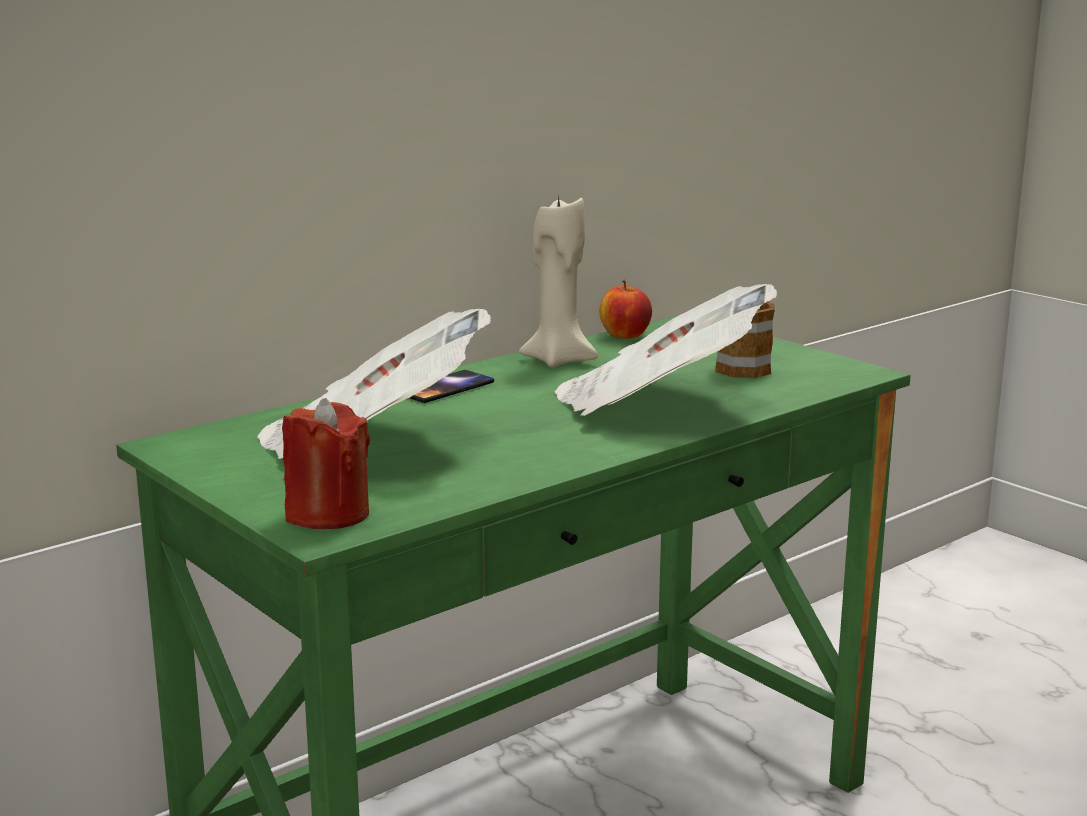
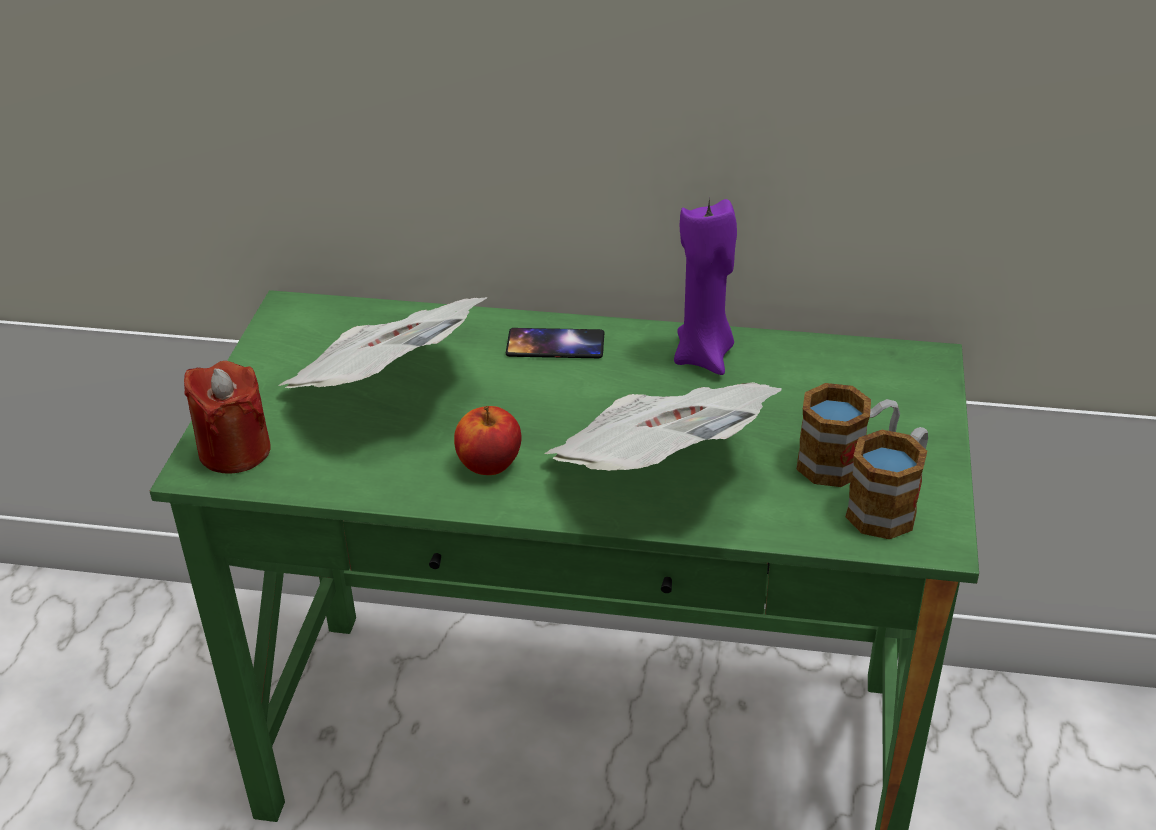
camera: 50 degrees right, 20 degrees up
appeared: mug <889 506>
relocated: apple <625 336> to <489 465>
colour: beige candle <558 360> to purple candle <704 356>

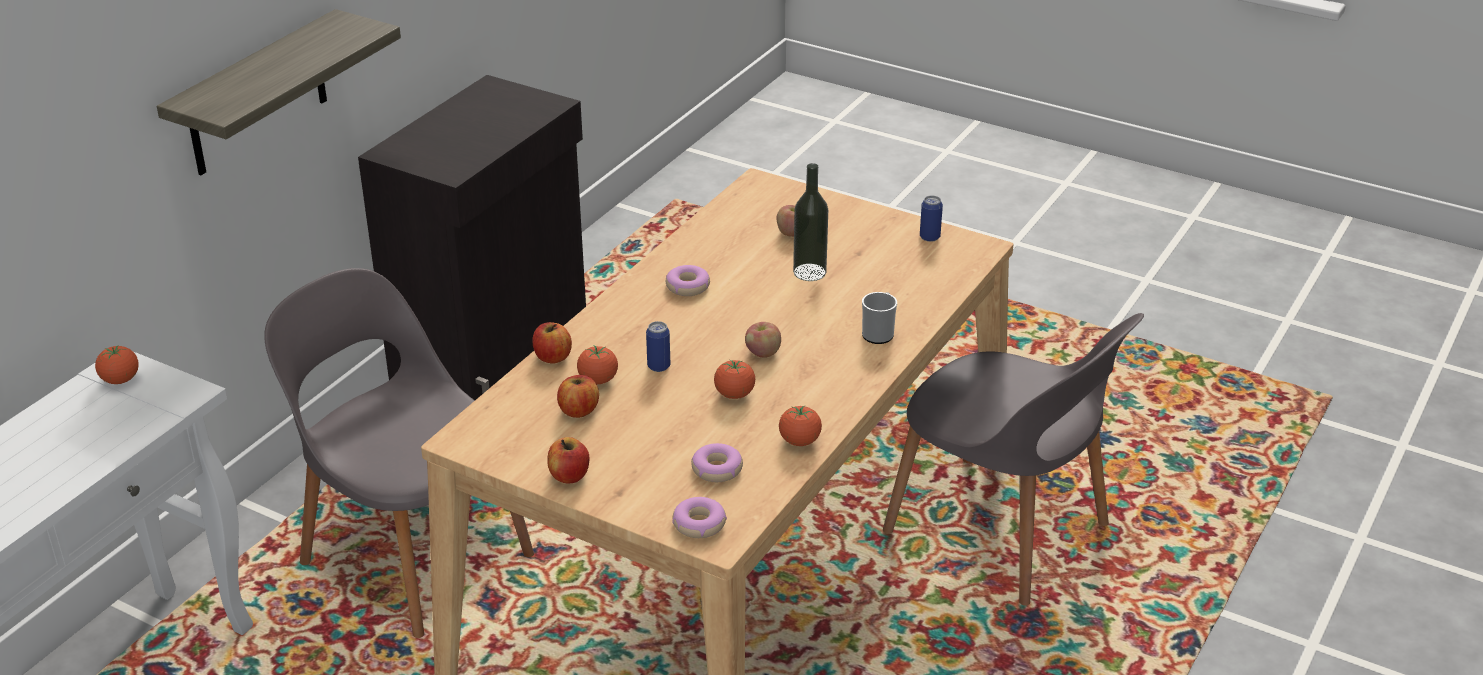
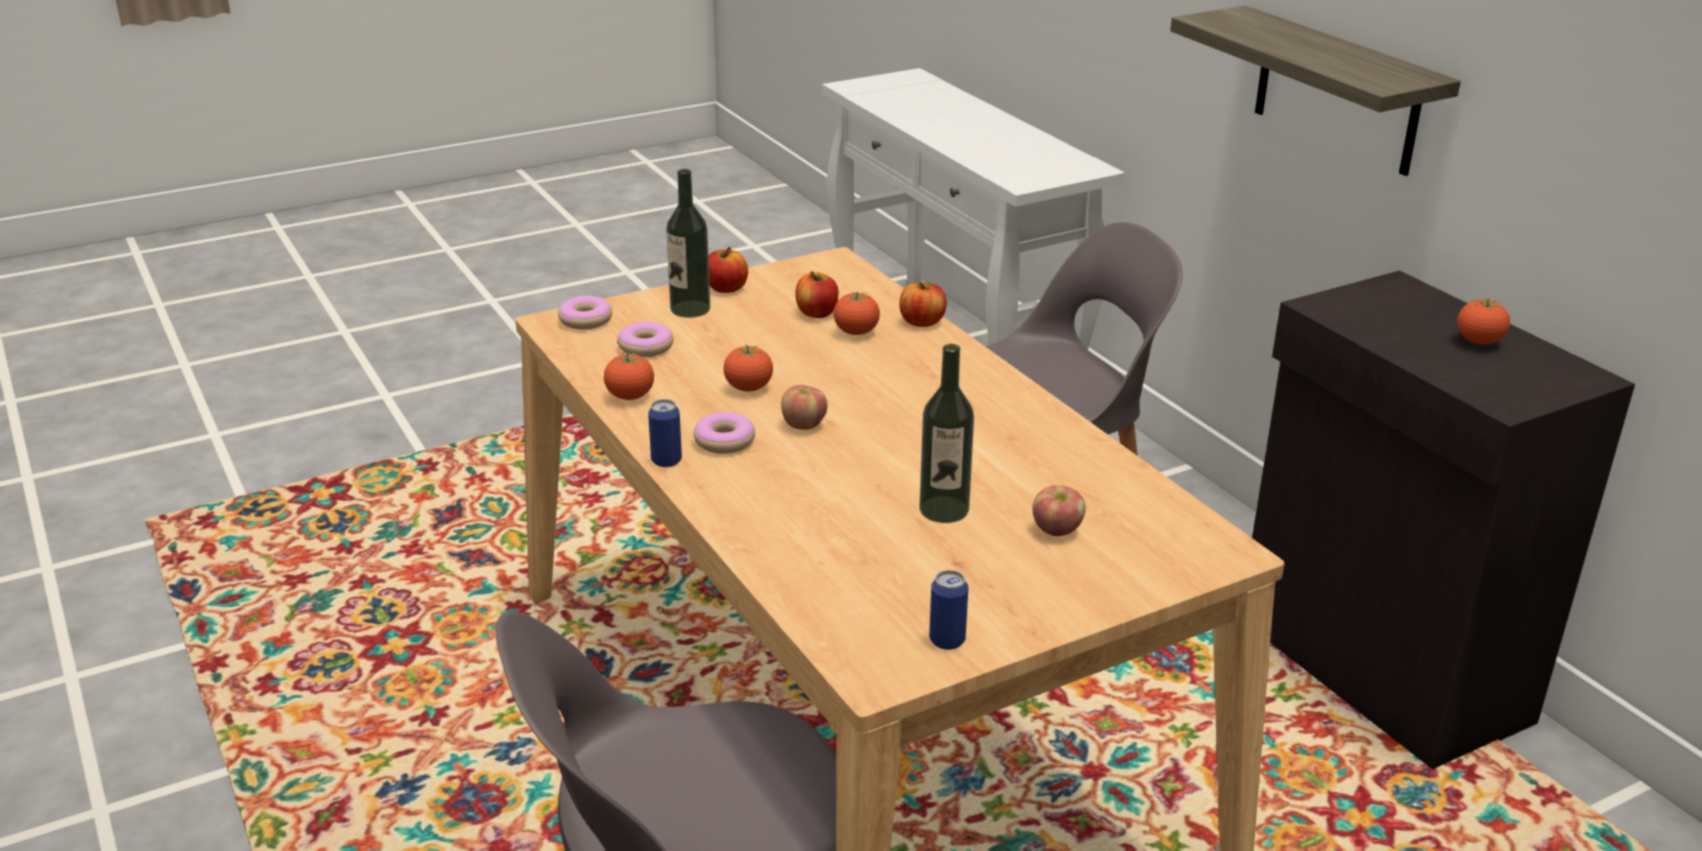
camera: 120 degrees right, 5 degrees down
missing: mug <879 333>
appeared: bottle <690 309>
relocated: donut <687 286> to <724 441>; can <658 366> to <666 461>; tomato <120 380> to <1478 342>

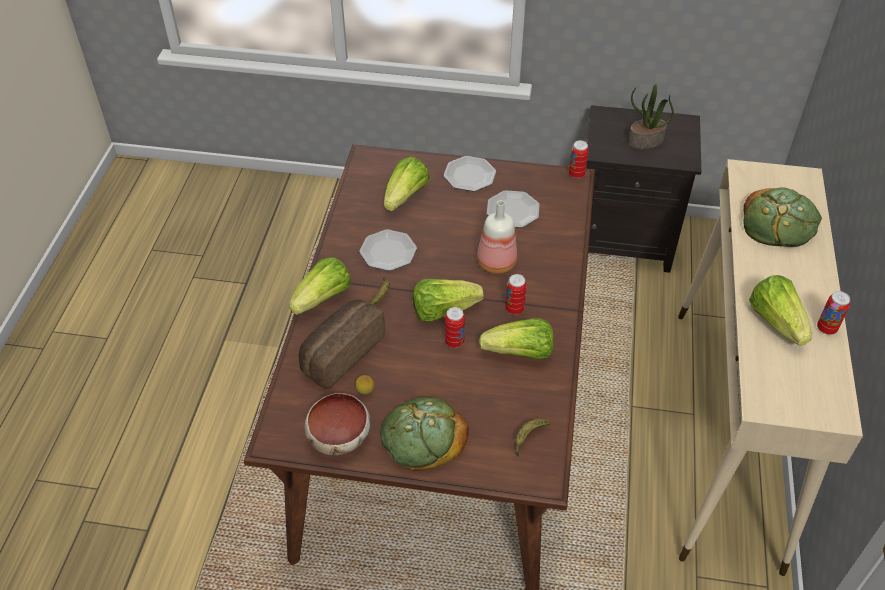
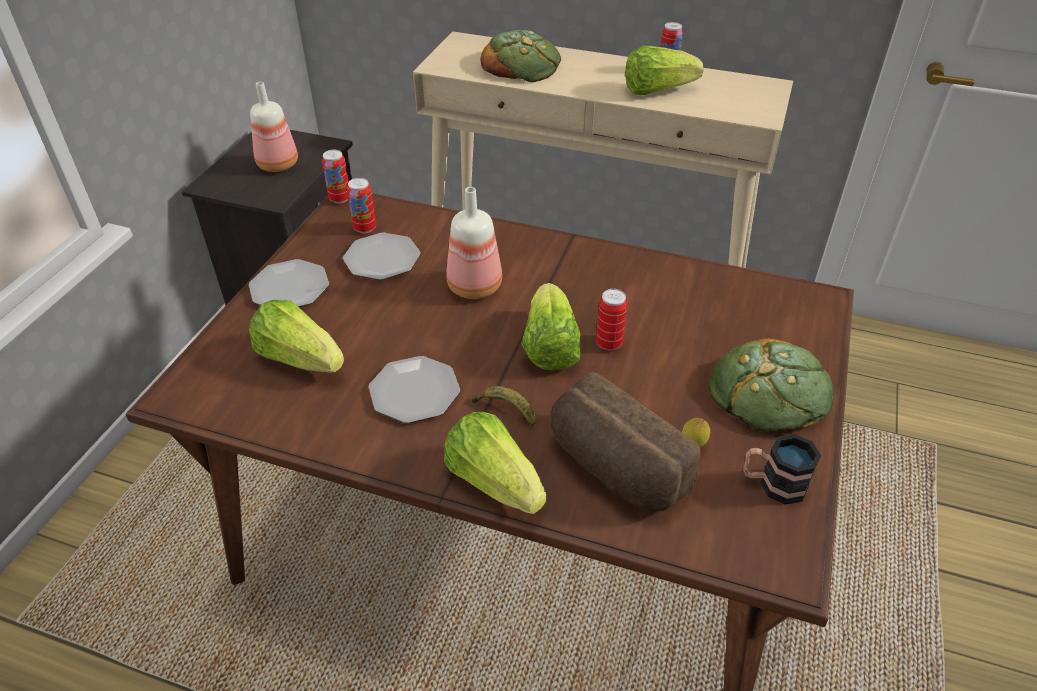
camera: 80 degrees left, 5 degrees down
missing: lettuce <520 353>; banana <529 437>
relocated: can <514 309> to <365 228>
exchanged: potted plant <645 141> to bottle <279 165>; bowl <338 435> to mug <773 484>

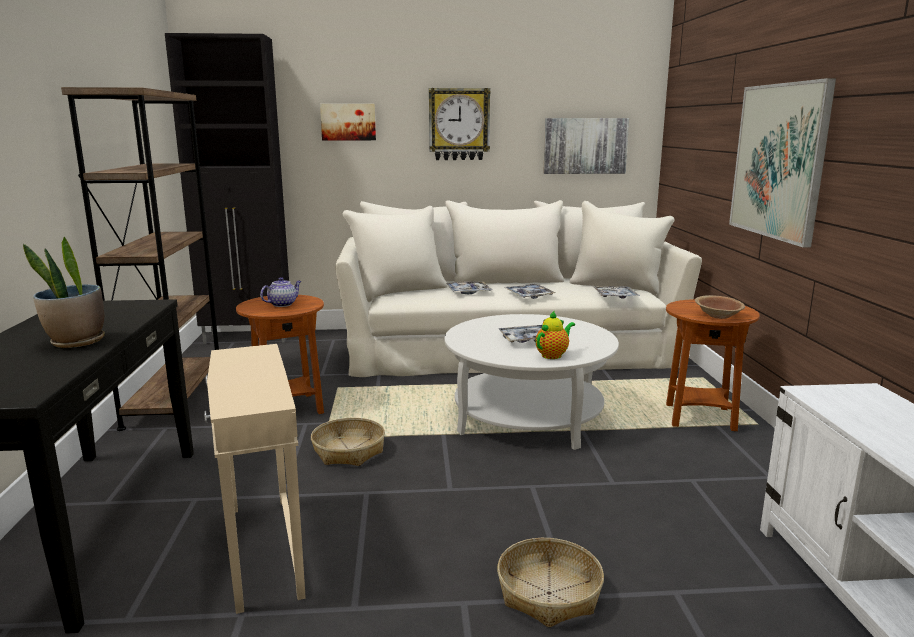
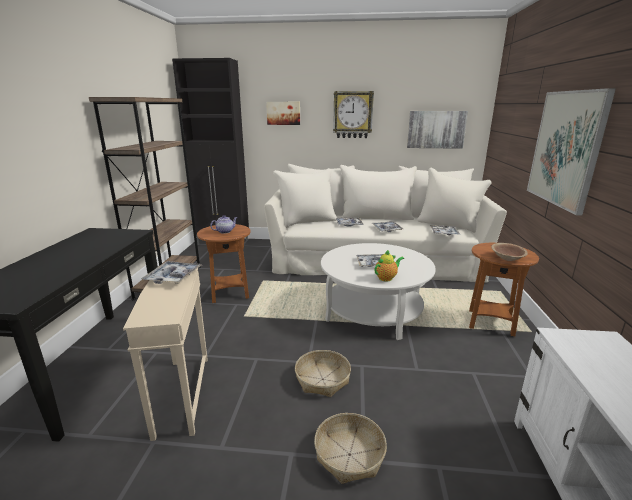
camera: 10 degrees right, 5 degrees up
missing: potted plant <76 342>
appeared: tray <173 277>
relocated: basket <348 451> to <322 379>

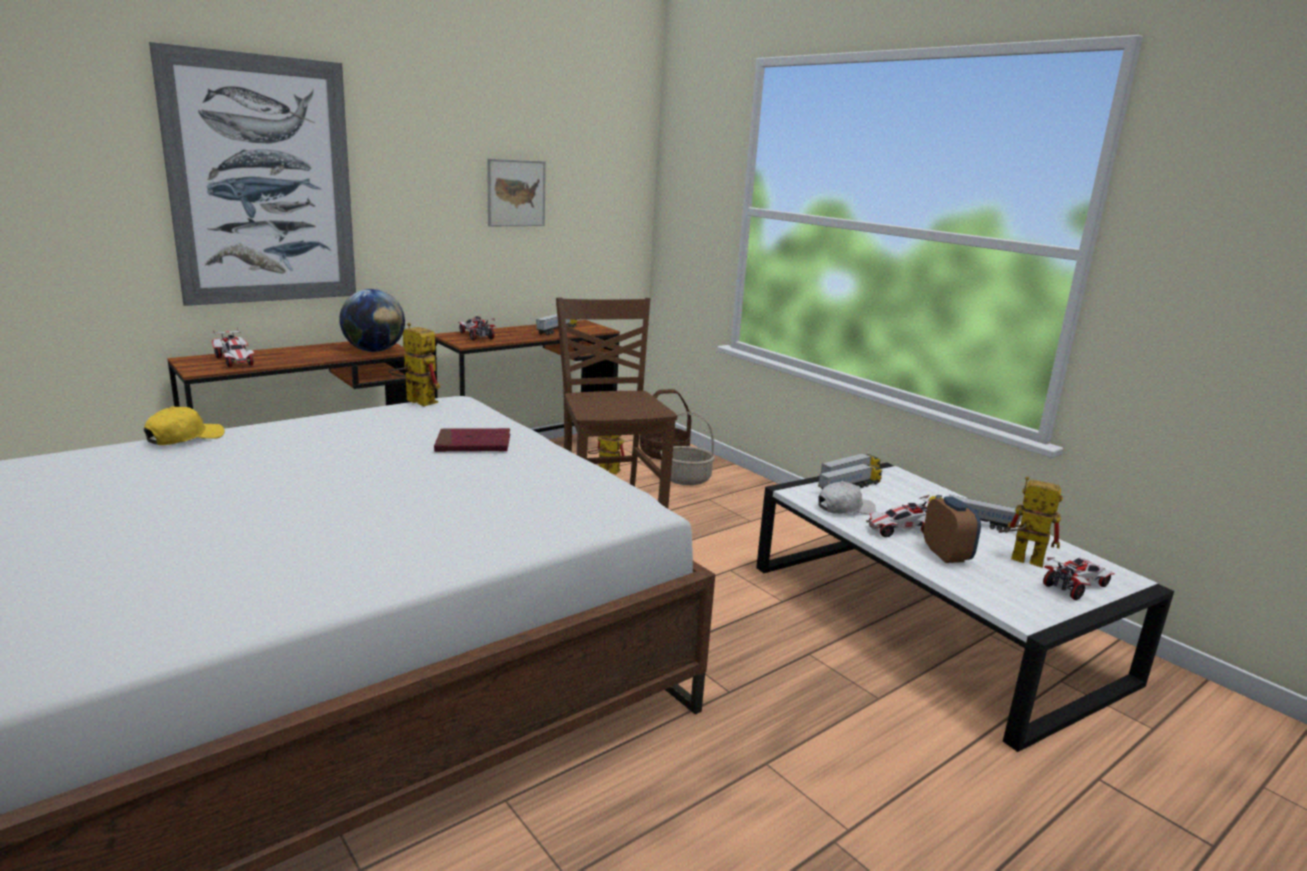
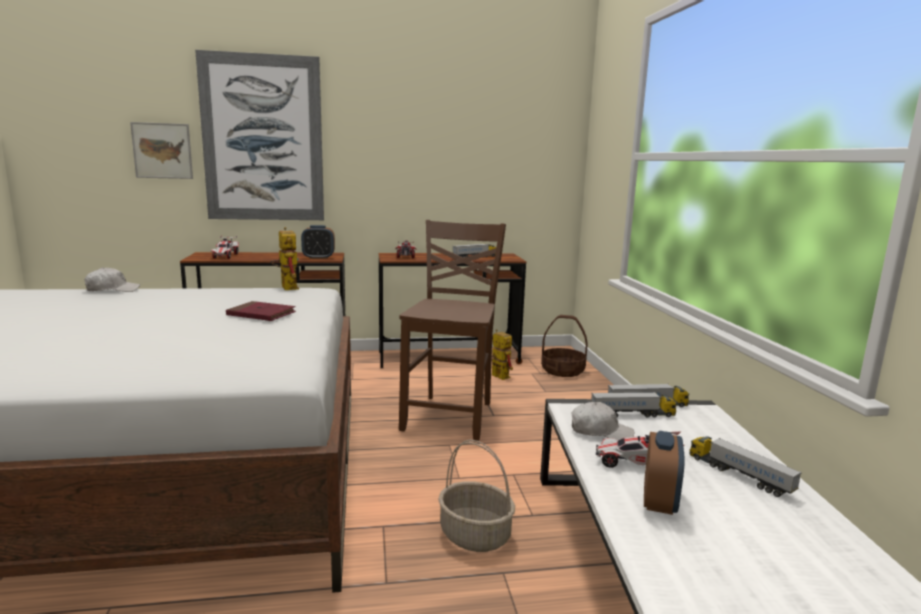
camera: 30 degrees right, 5 degrees down
missing: toy robot <1018 559>; toy car <1075 586>
relocated: picture <516 193> to <162 151>; basket <686 479> to <476 535>
exchanged: globe <374 351> to alarm clock <318 258>
colour: yellow cap <185 438> to white cap <112 290>

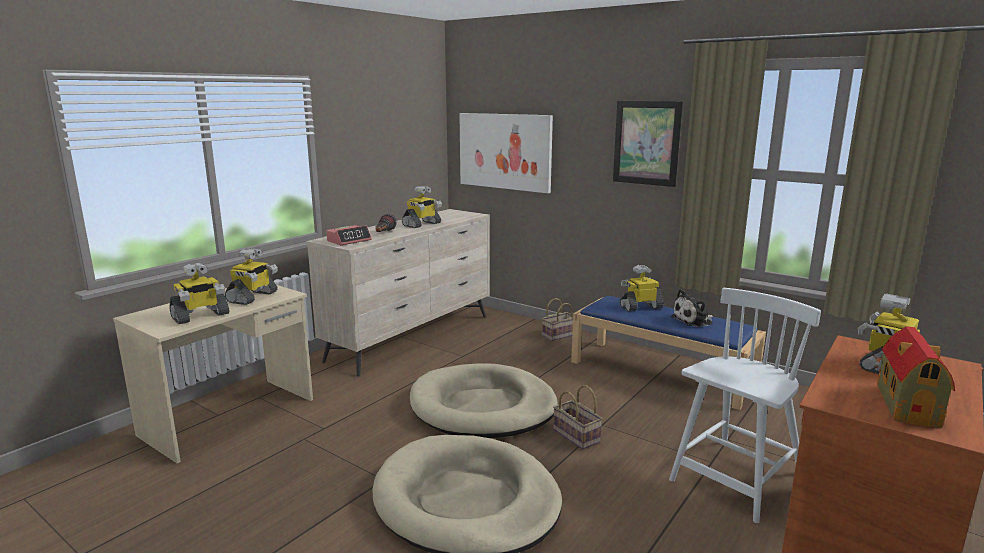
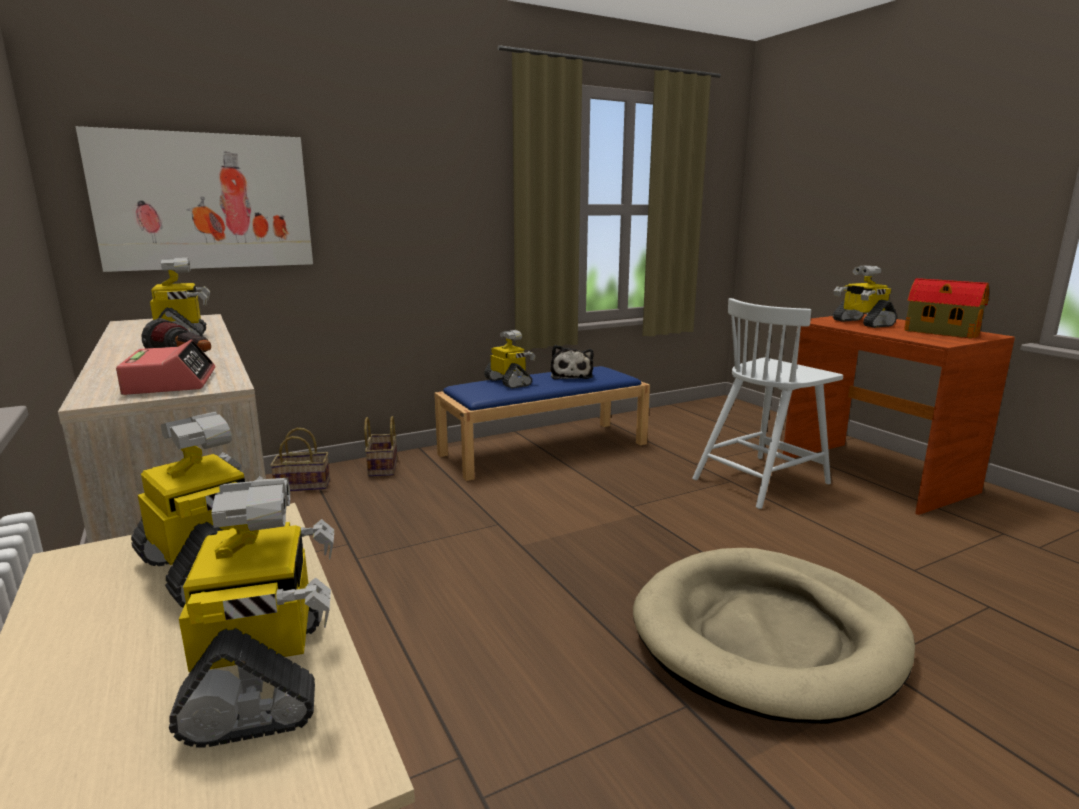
camera: 65 degrees left, 0 degrees up
missing: picture <646 143>; beige dog bed <483 407>
relocated: basket <577 436> to <304 485>
spun: toy robot <640 307> = <509 382> 135 degrees clockwise; white chair <736 478> = <762 480> 105 degrees counterclockwise

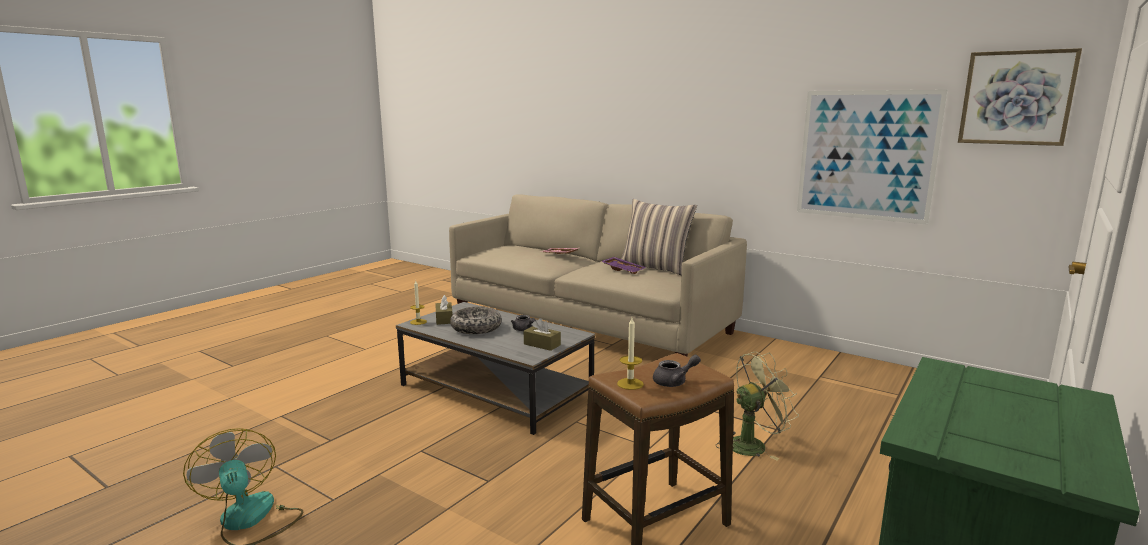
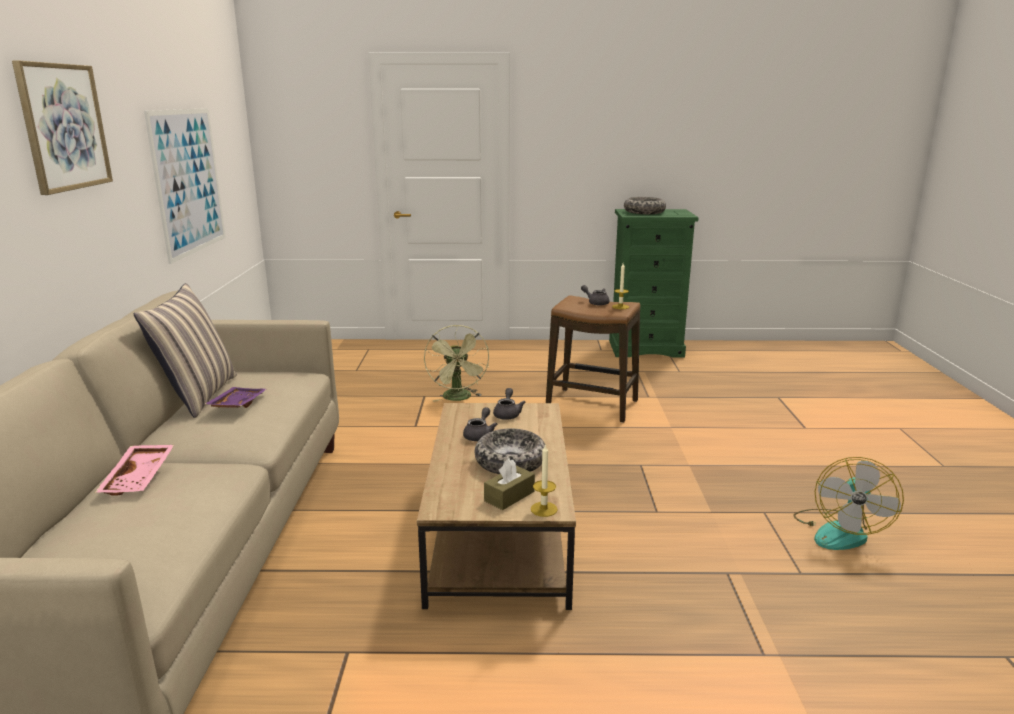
camera: 125 degrees left, 5 degrees up
appeared: bowl <644 212>
relocated: picture <1016 98> to <64 127>
exchanged: brown tissue box <542 344> to grey teapot <507 414>
colour: grey coffee table <497 390> to brown coffee table <498 529>
spun: green fan <753 444> = <459 398> 135 degrees counterclockwise

